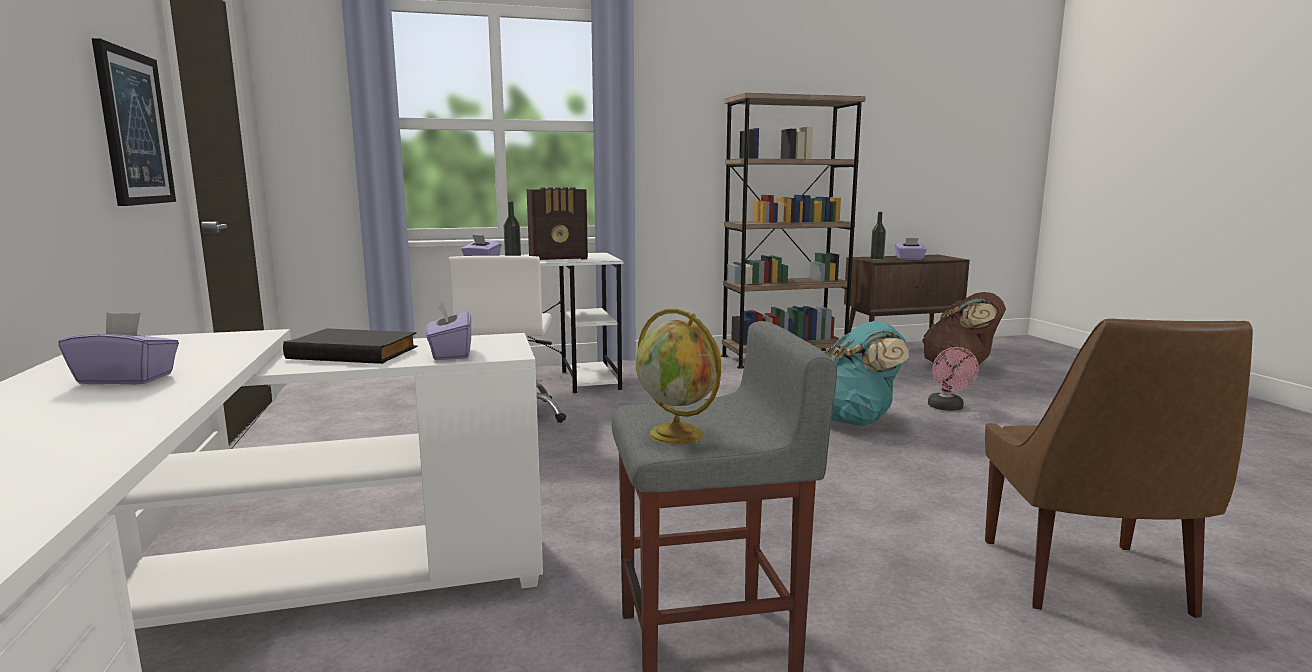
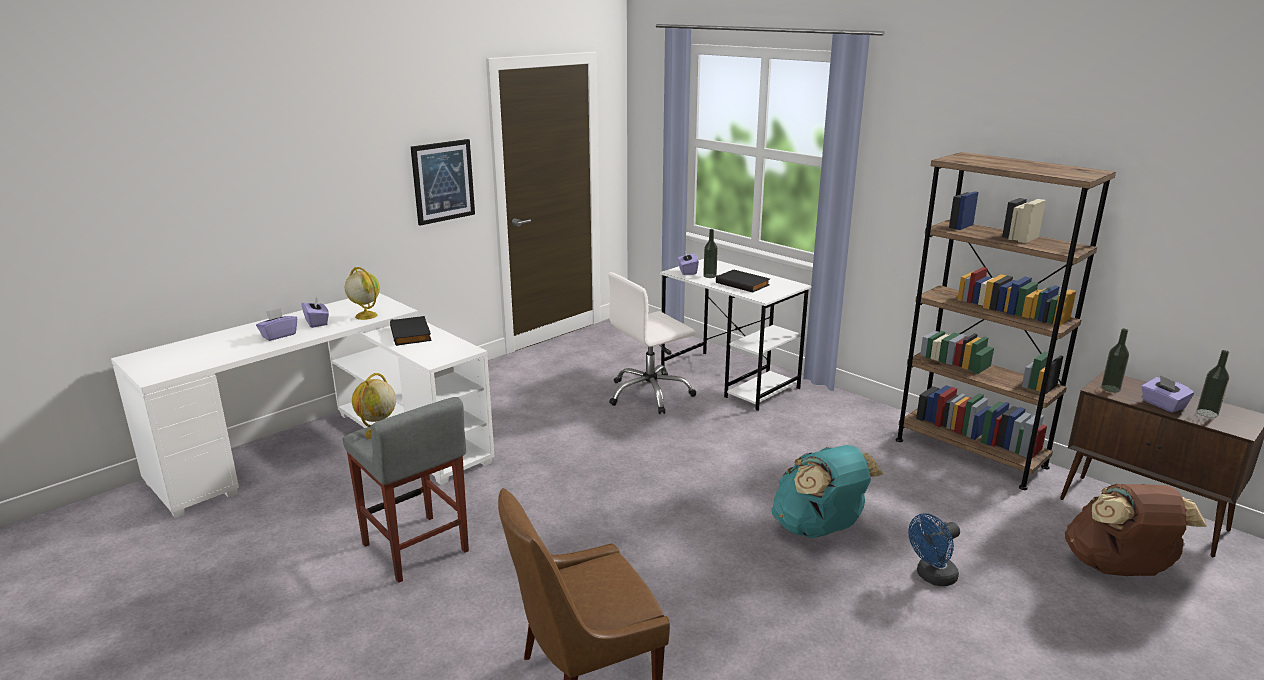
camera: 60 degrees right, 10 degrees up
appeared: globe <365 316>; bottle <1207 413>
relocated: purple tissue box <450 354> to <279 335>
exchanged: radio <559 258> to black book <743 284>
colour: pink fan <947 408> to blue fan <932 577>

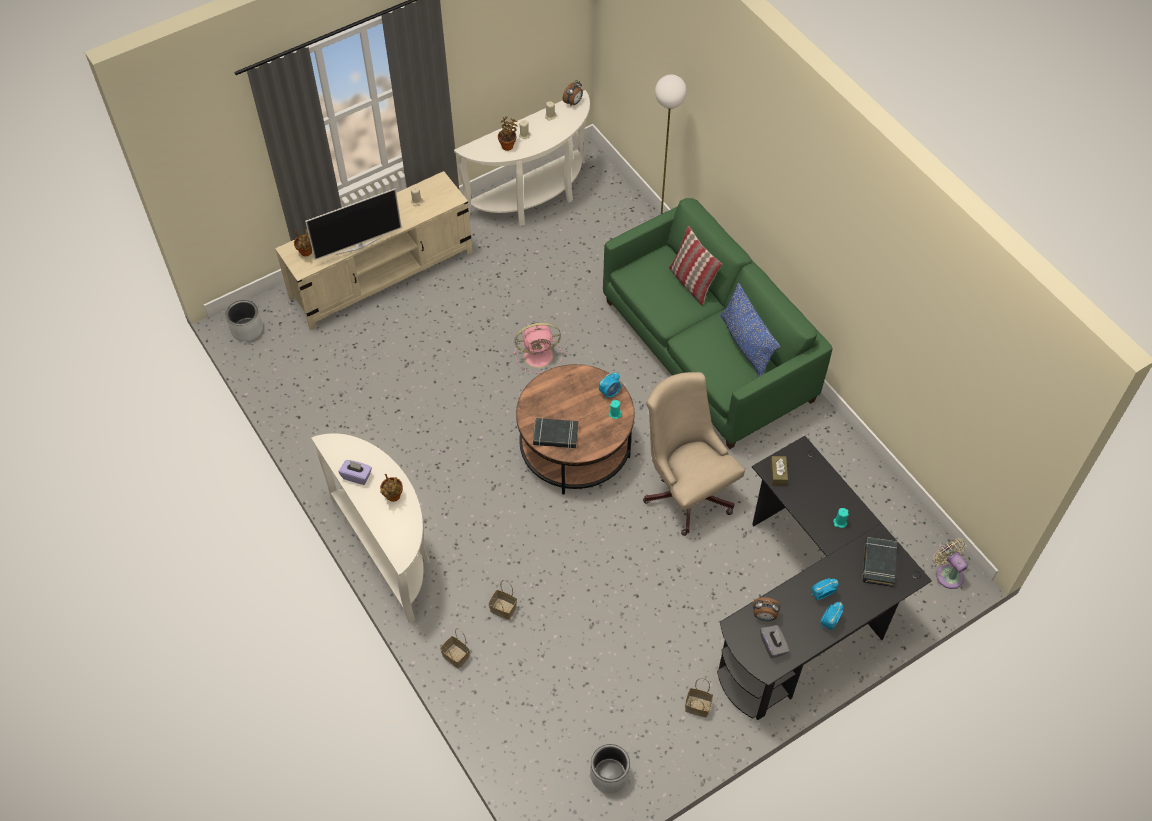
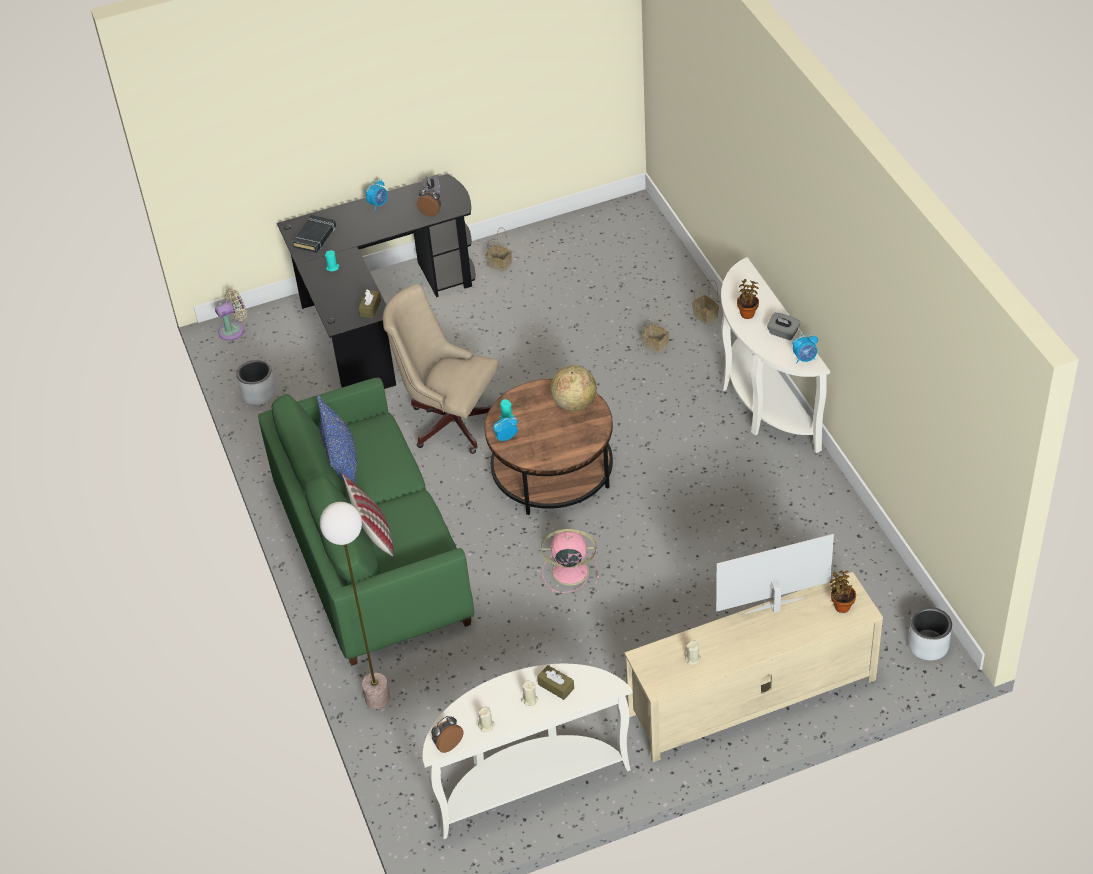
camera: 165 degrees left, 10 degrees down
relocated: alarm clock <821 594> to <805 358>; grey planter <609 775> to <259 393>
exchanged: potted plant <508 145> to brown tissue box <556 686>; black book <555 435> to globe <574 404>
colour: purple tissue box <357 476> to grey tissue box <783 333>
spun: beige office chair <686 490> = <449 420> 135 degrees clockwise; beige fan <948 573> = <234 330> 105 degrees counterclockwise

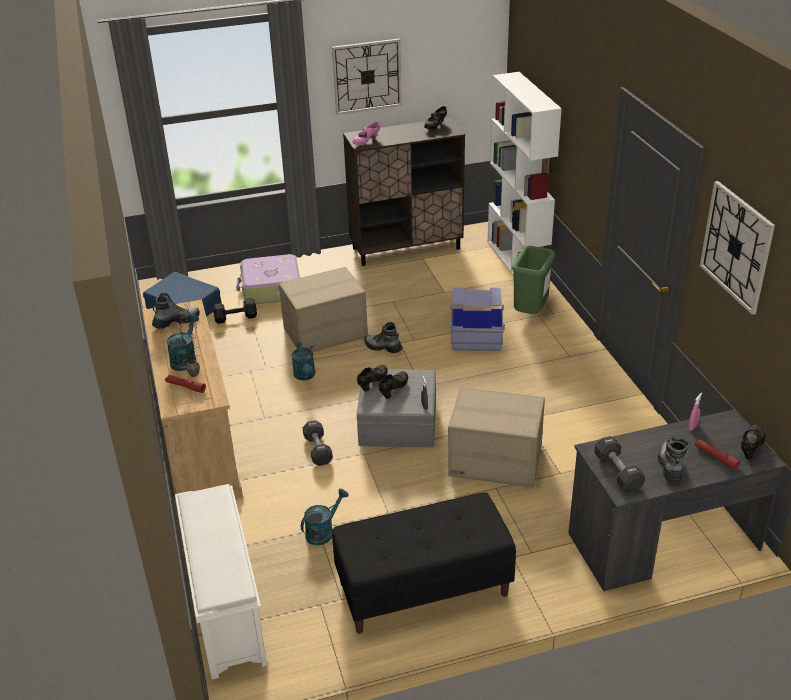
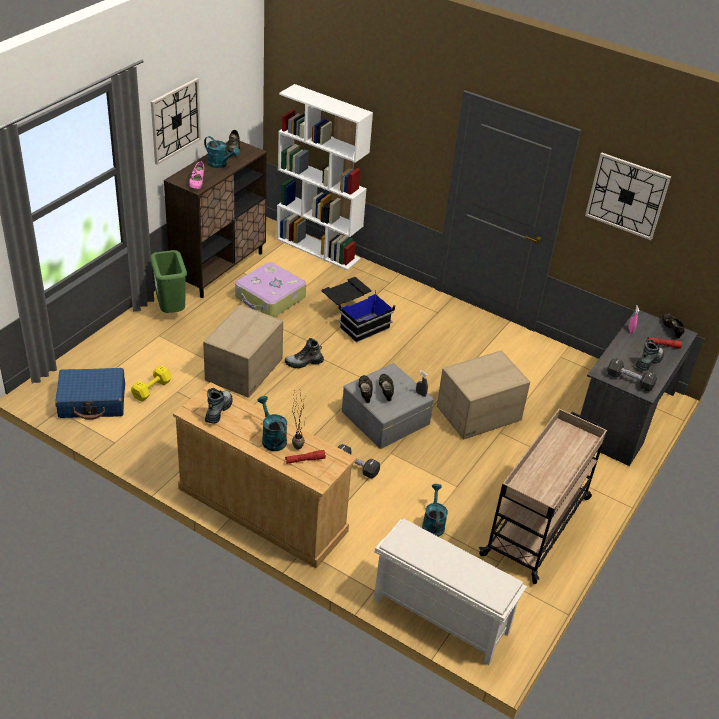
camera: 45 degrees left, 5 degrees up
relocated: green trash can <530 314> to <171 310>; suitcase <271 288> to <270 298>; turquoise watering can <305 376> to <220 164>
exchanged: black bench <423 589> to beige cart <537 525>
colour: blue storage box <476 331> to black storage box <355 319>; black dumbbell <236 318> to yellow dumbbell <153 389>
spun: boot <670 465> = <648 362> 75 degrees clockwise

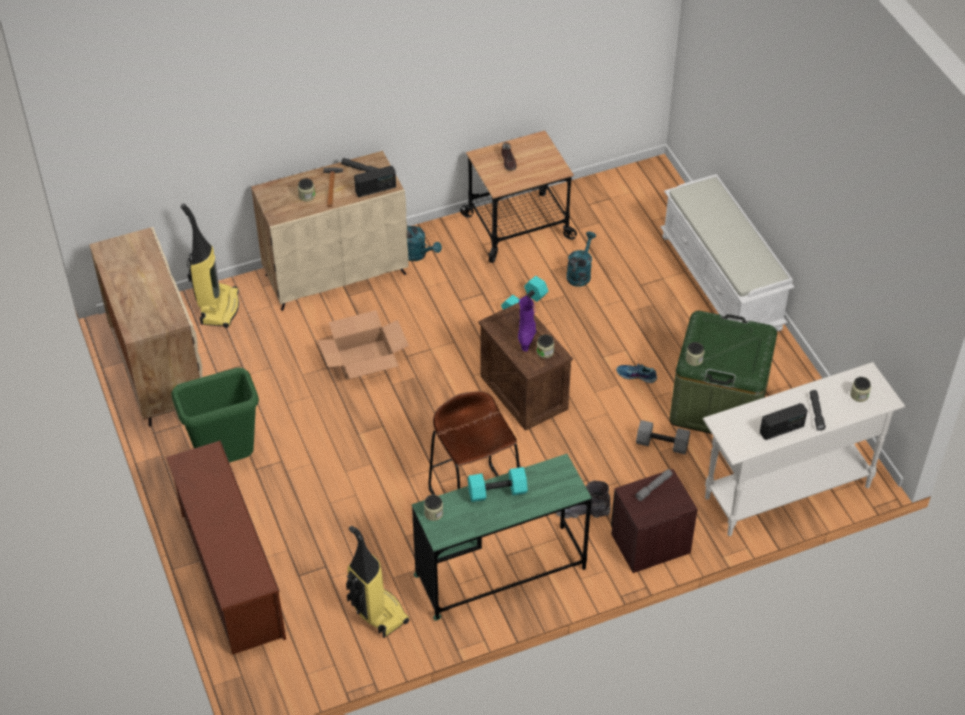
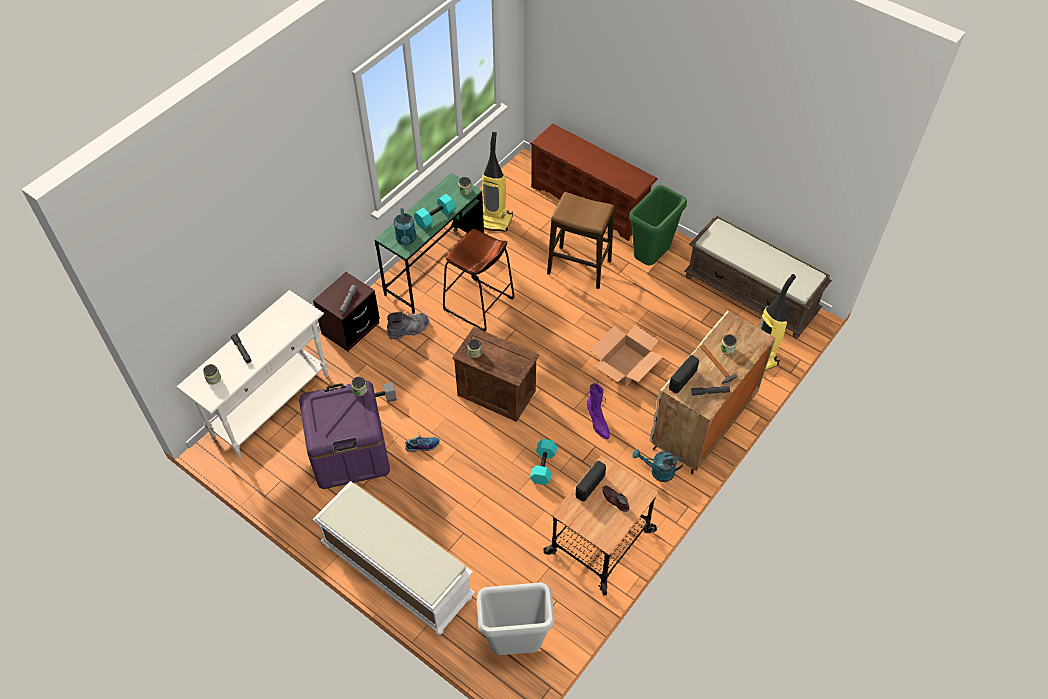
camera: 150 degrees right, 5 degrees up
appeared: stool <579 267>; grey trash can <515 645>
relocated: turquoise watering can <580 273> to <406 240>; purple boot <527 336> to <597 423>; radio <782 429> to <589 485>
exchanged: beige cabinet <157 368> to brown bench <751 294>
colour: green storage box <718 402> to purple storage box <349 452>

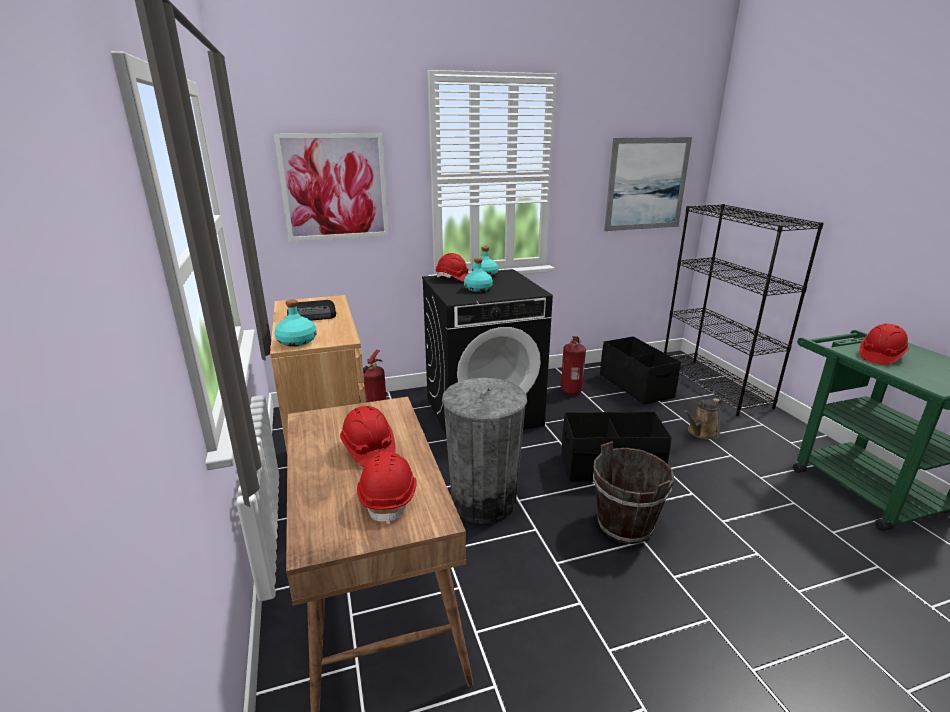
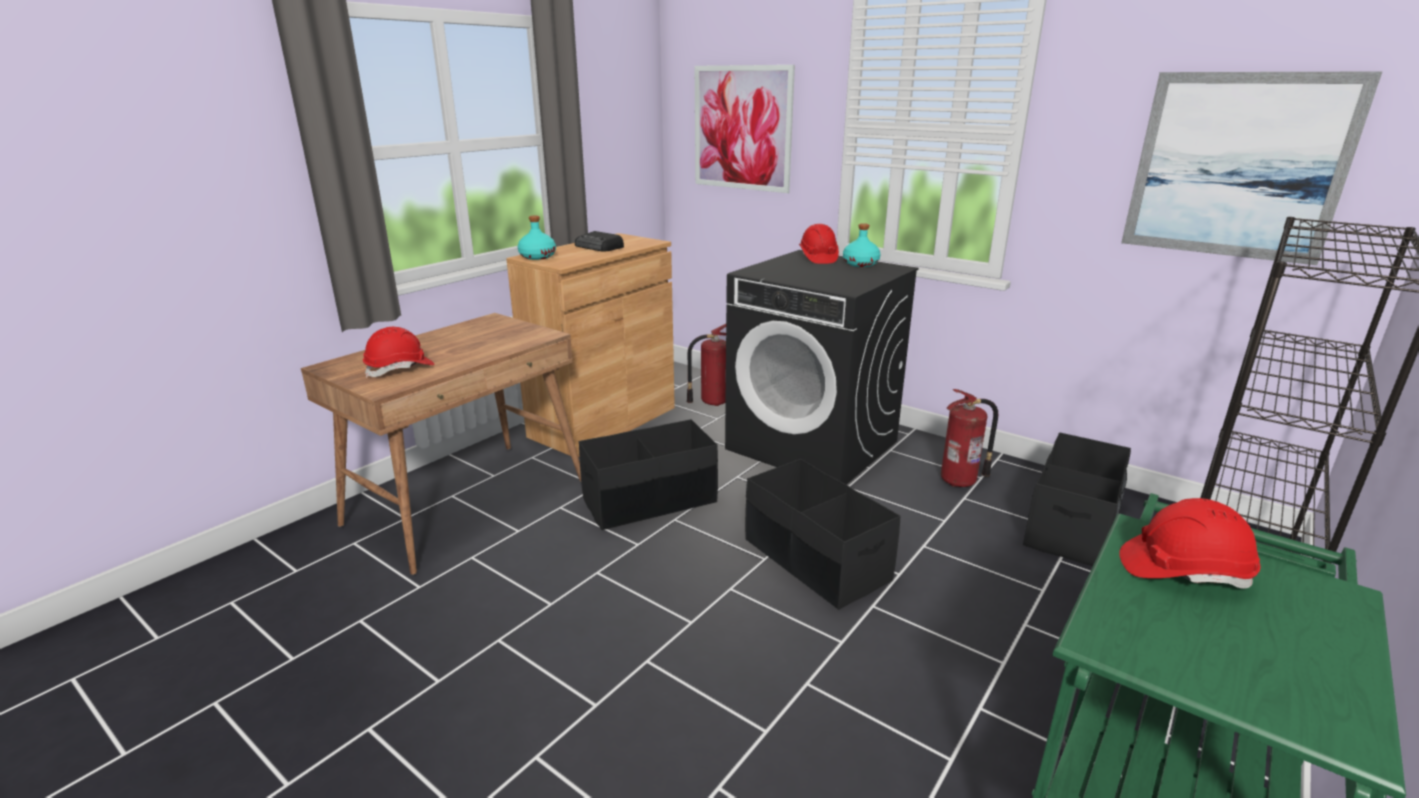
camera: 55 degrees right, 0 degrees up
missing: turquoise bottle <477 289>; brown watering can <701 433>; red hard hat <368 449>; brown bucket <625 525>
exchanged: grey trash can <483 501> to black storage box <650 501>

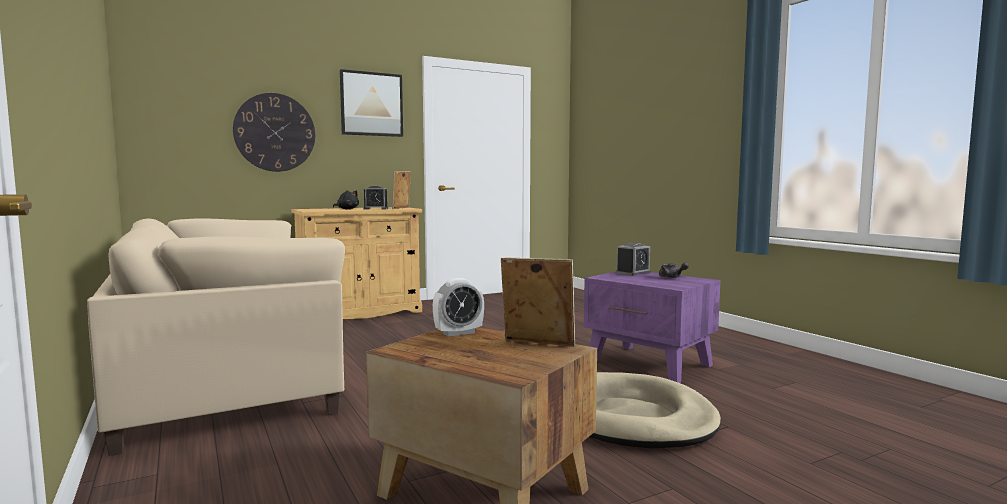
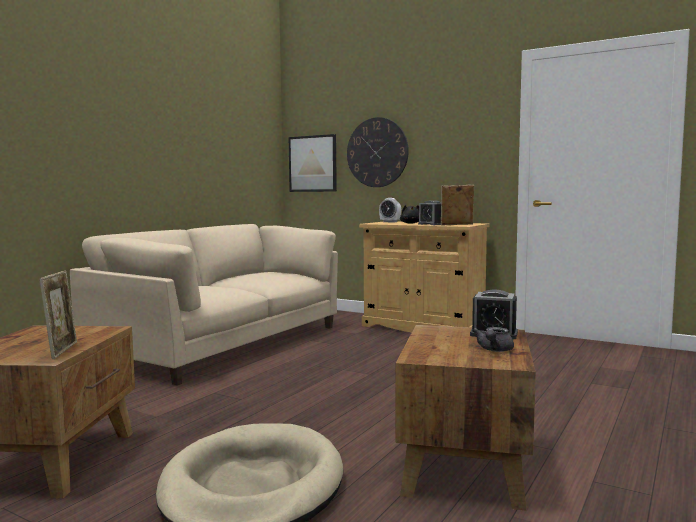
camera: 60 degrees right, 0 degrees up
relocated: picture <371 104> to <313 163>; alarm clock <458 333> to <390 222>
colour: purple side table <650 363> to brown side table <463 467>

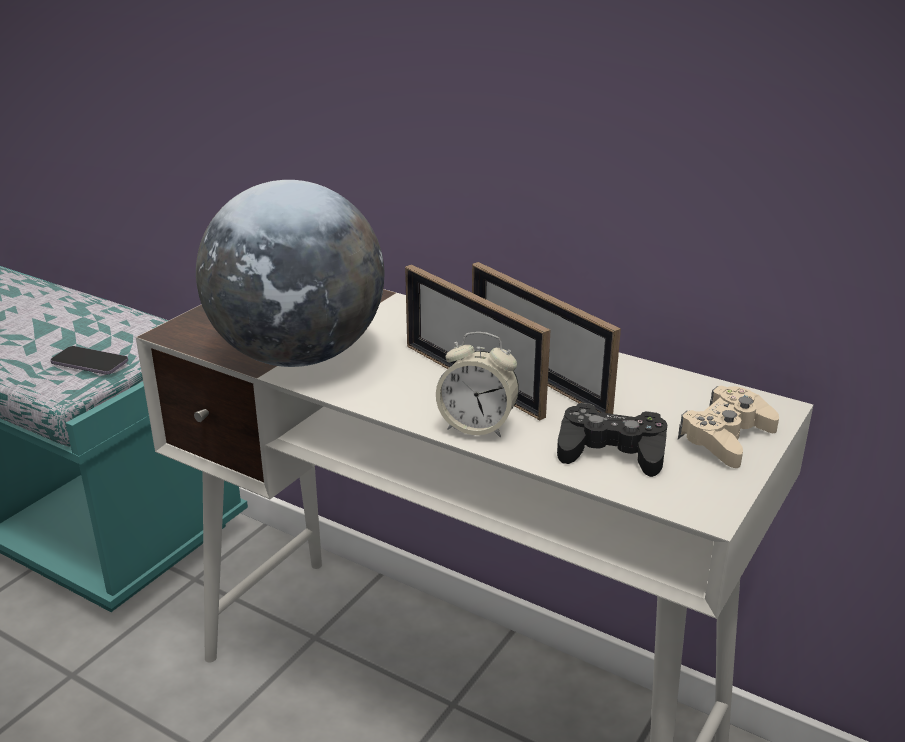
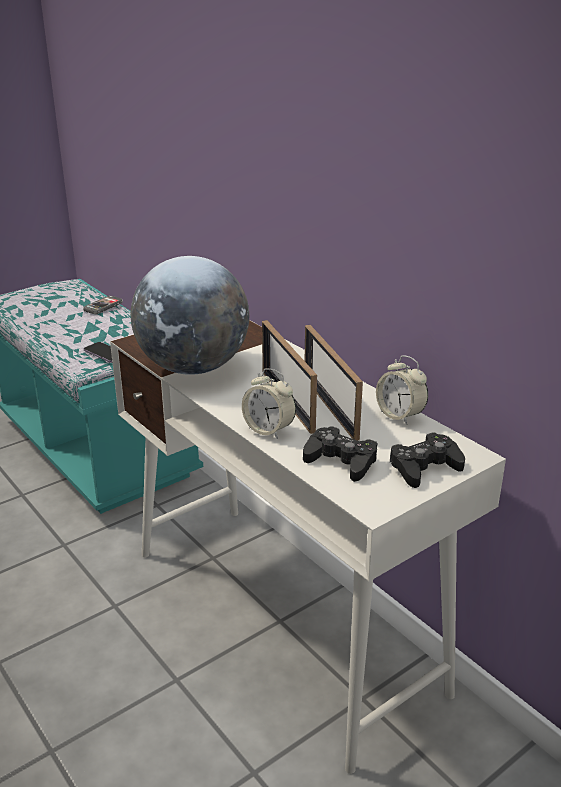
camera: 20 degrees right, 0 degrees up
appeared: phone <103 306>; alarm clock <400 415>
colour: beige game controller <726 437> to black game controller <424 467>

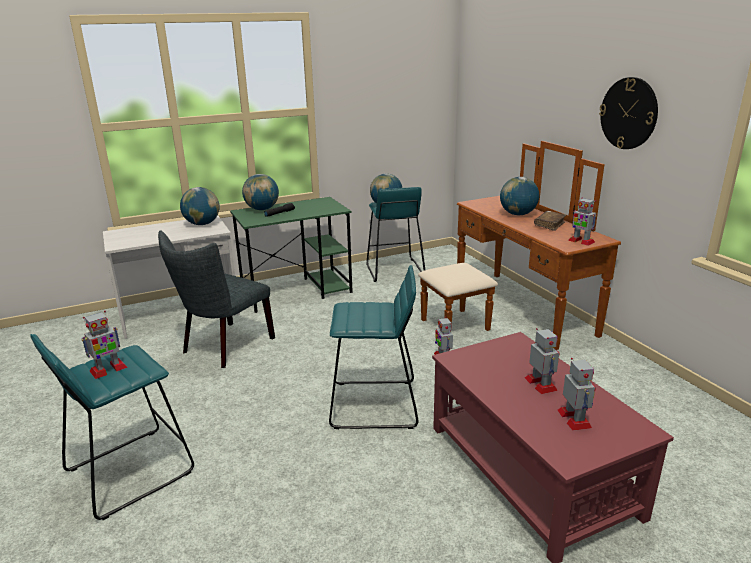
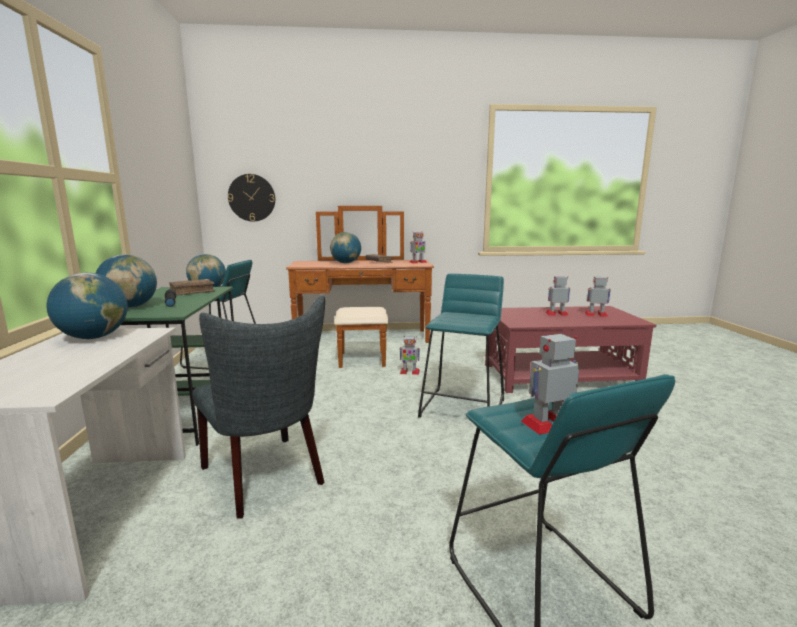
camera: 70 degrees left, 10 degrees down
appeared: brown book <192 292>
relocated: wall clock <628 113> to <252 197>
spun: toy robot <108 369> = <549 423> 90 degrees counterclockwise

